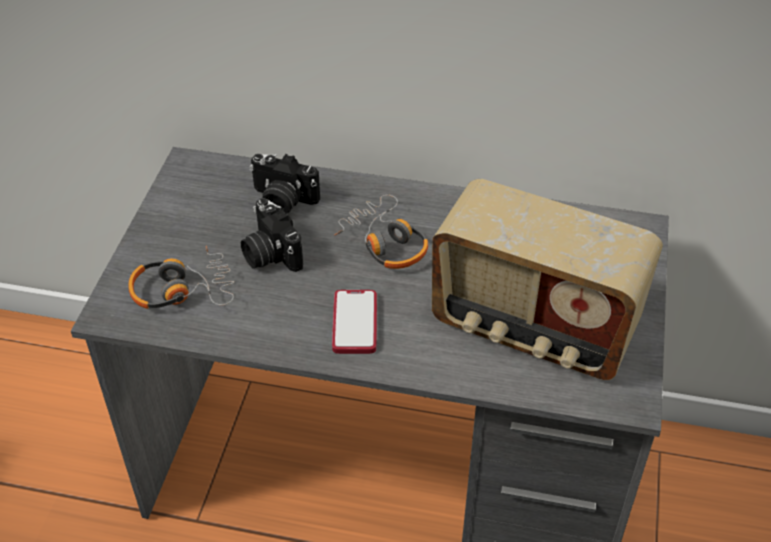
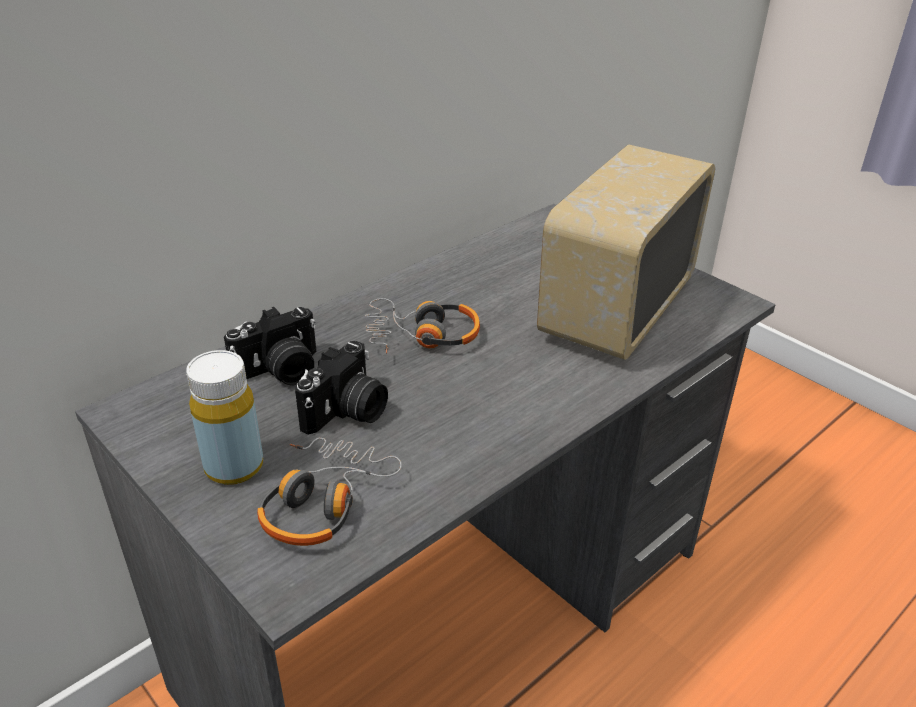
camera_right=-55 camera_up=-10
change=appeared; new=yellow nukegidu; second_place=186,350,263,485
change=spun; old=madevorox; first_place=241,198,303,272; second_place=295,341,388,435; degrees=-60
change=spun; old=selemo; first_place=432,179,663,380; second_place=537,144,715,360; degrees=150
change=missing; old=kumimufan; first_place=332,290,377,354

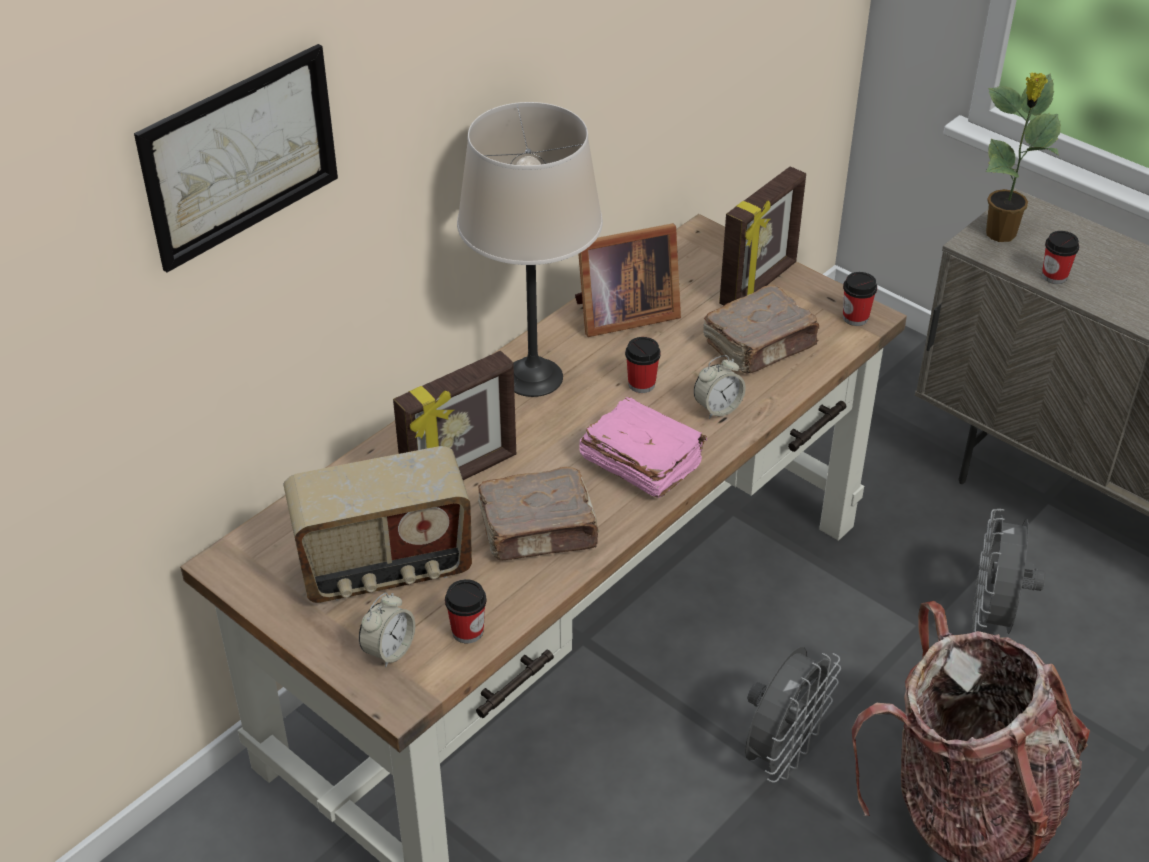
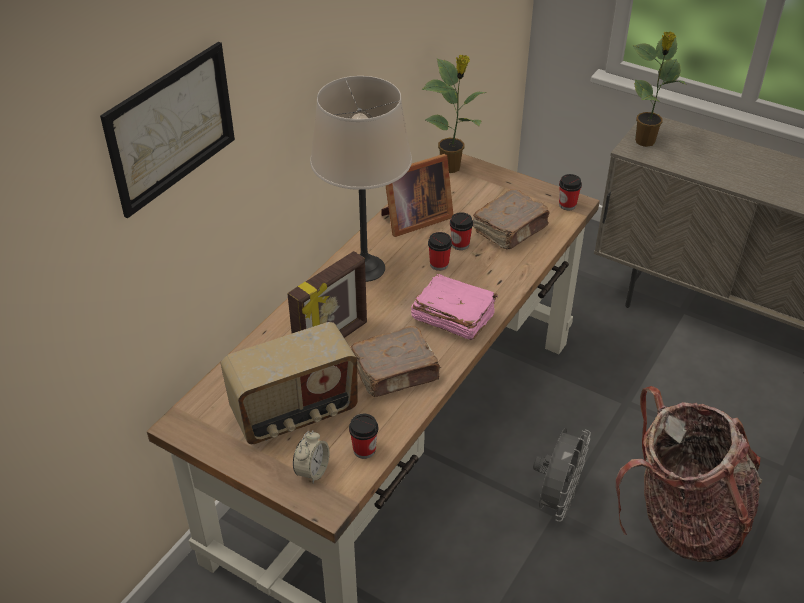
camera_right=-10 camera_up=0
change=appeared; new=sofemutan; second_place=421,54,487,173
change=relocated; old=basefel; first_place=1042,231,1079,284; second_place=450,212,473,250
change=missing; old=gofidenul; first_place=694,355,746,419
change=missing; old=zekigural; first_place=719,166,806,306
change=missing; old=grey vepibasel; first_place=972,509,1046,634

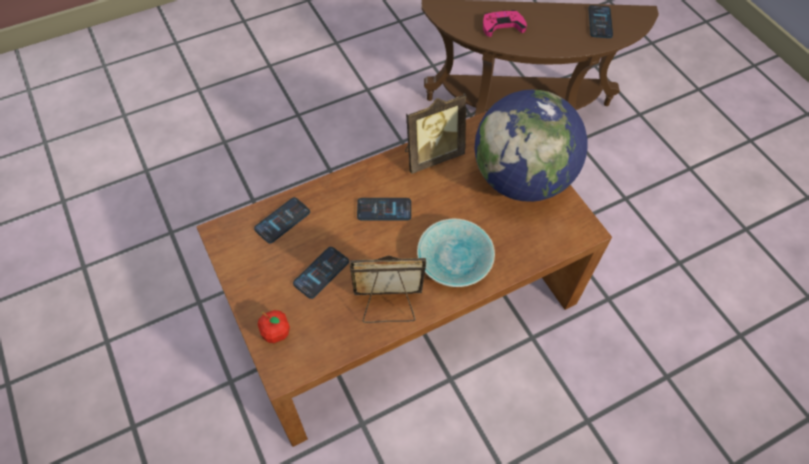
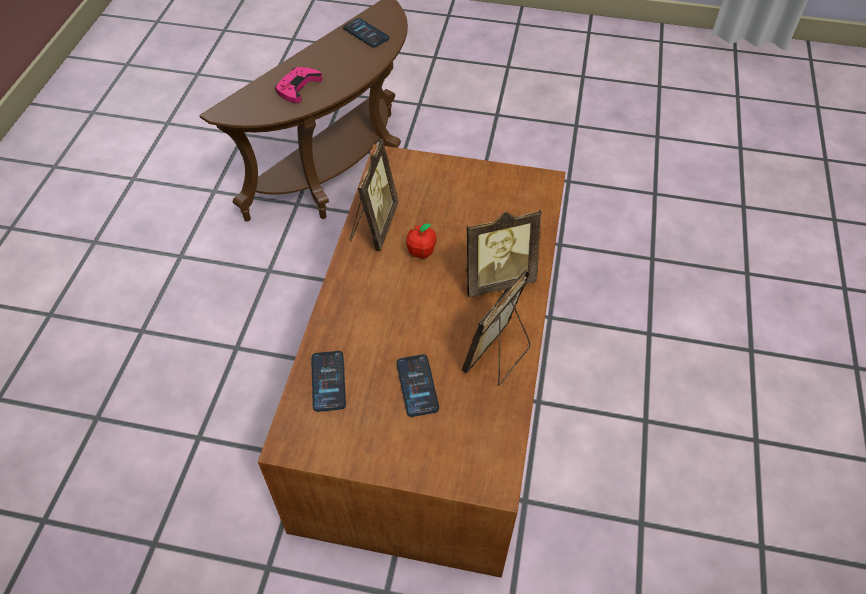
camera_right=-50 camera_up=-5
change=relocated; old=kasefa; first_place=257,310,290,343; second_place=406,223,437,259
change=exchanged; old=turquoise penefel; new=zekigural; first_place=417,219,495,287; second_place=466,209,542,298
change=missing; old=kumimufan; first_place=357,198,411,220
change=missing; old=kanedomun; first_place=475,89,588,202

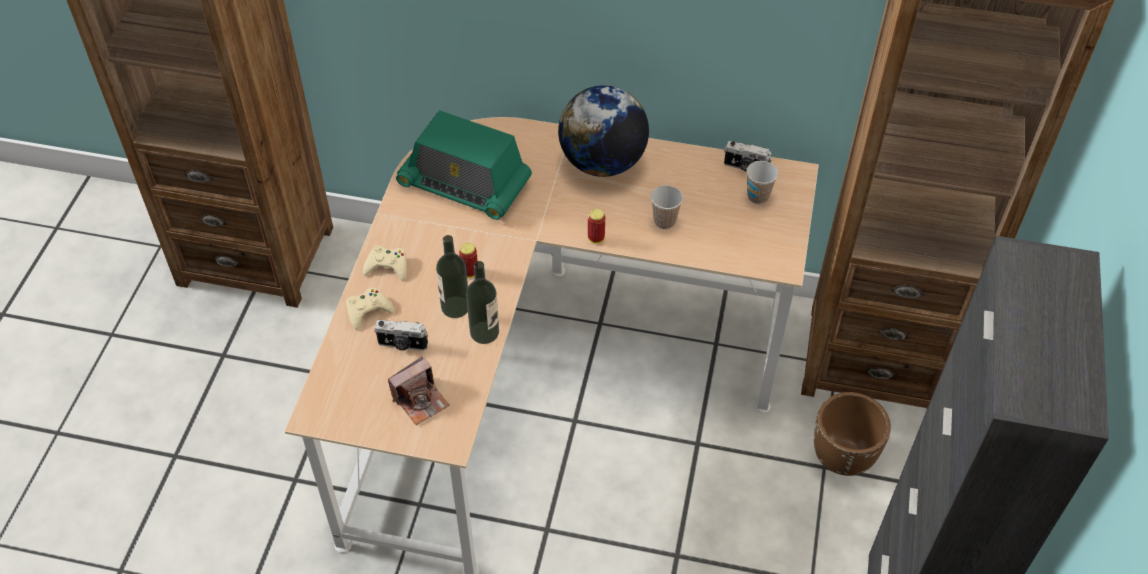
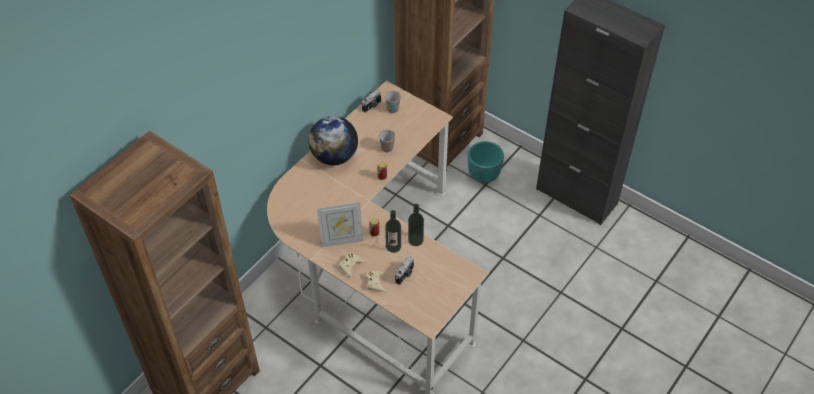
camera_right=-65 camera_up=0
change=appeared; new=zekigural; second_place=317,202,363,247
change=colour; old=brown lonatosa; new=turquoise lonatosa; first_place=814,392,891,476; second_place=468,141,504,183
change=missing; old=madevorox; first_place=388,356,449,425
change=missing; old=selemo; first_place=396,110,532,220

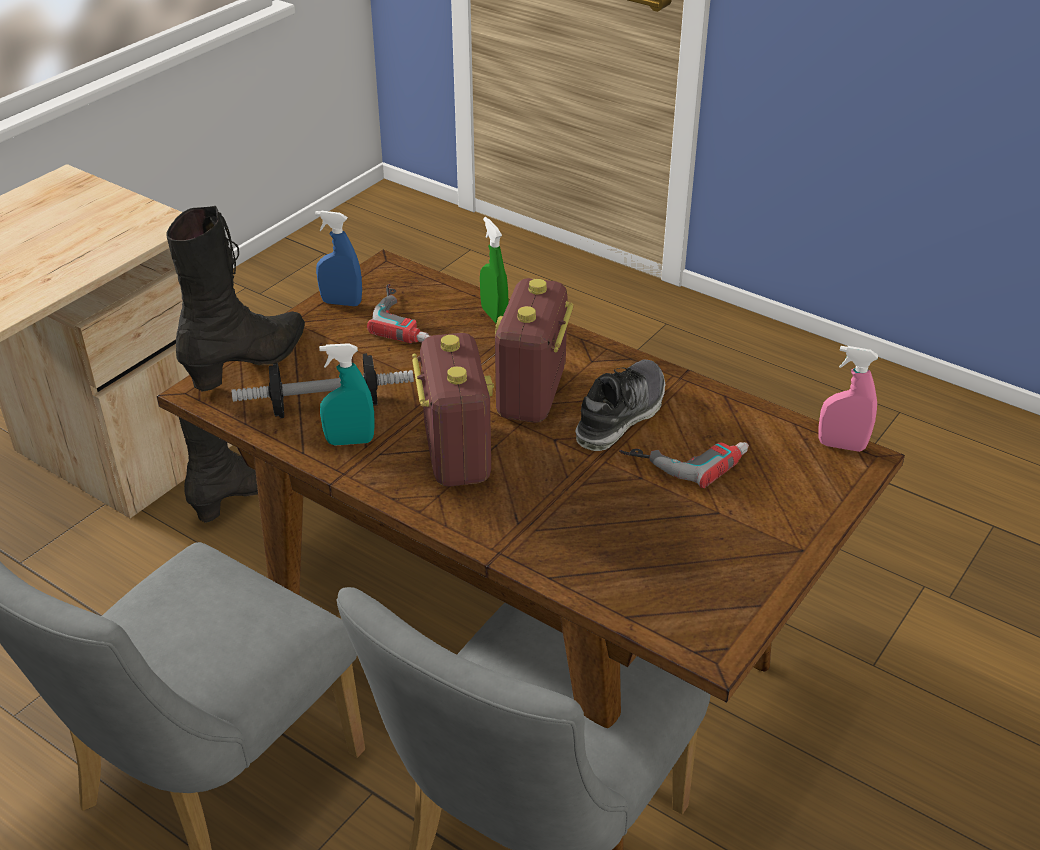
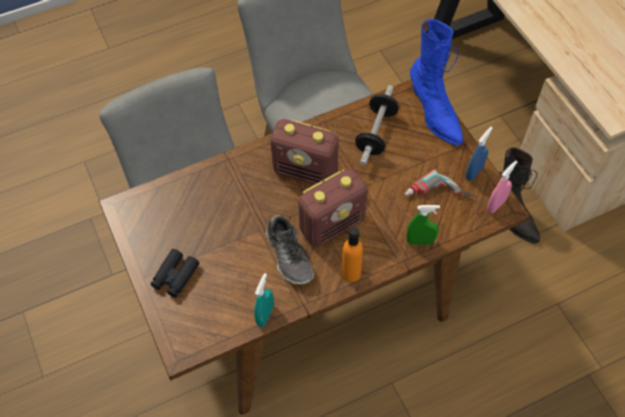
camera_right=120 camera_up=20
change=appeared; new=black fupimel; second_place=150,249,199,298
change=relocated; old=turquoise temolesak; first_place=319,343,375,446; second_place=254,273,274,327
change=spun; old=selemo; first_place=495,278,573,423; second_place=298,169,368,247; degrees=105
change=appeared; new=orange nukegidu; second_place=342,227,363,282
change=colour; old=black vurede; new=blue vurede; first_place=166,206,305,391; second_place=410,19,463,146
change=relocated; old=pink temolesak; first_place=818,346,878,452; second_place=487,161,517,213
change=missing; old=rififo; first_place=619,442,749,488

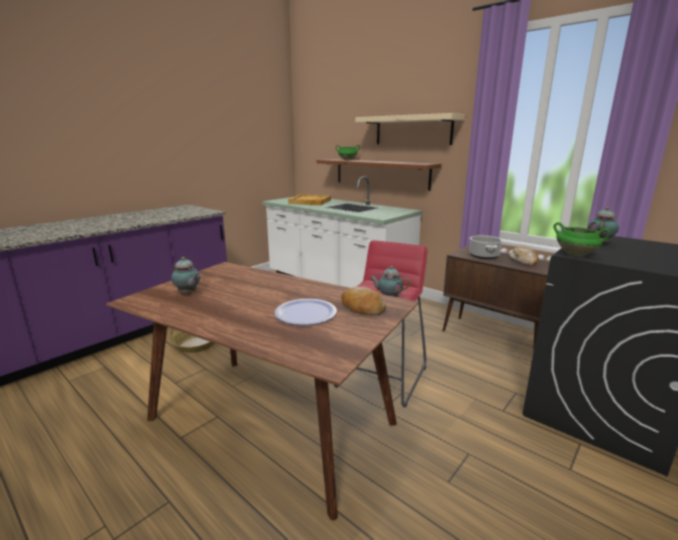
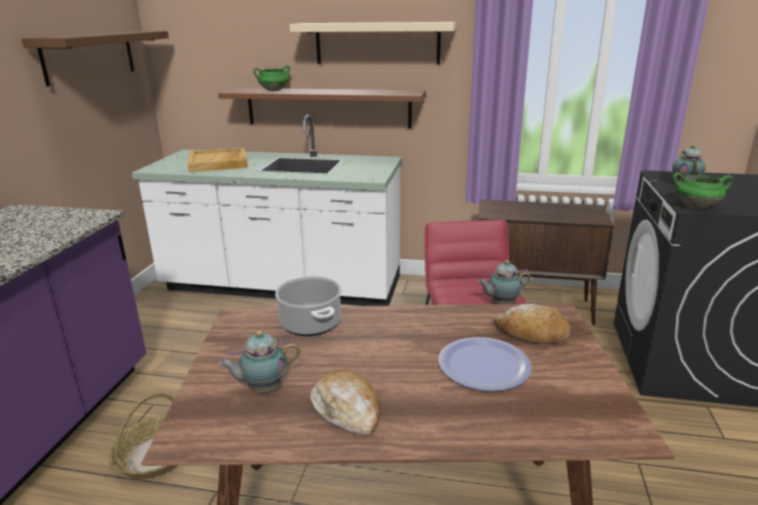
camera_right=-30 camera_up=5
change=appeared; new=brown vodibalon; second_place=22,31,169,87
change=spun; old=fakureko; first_place=171,257,200,294; second_place=219,331,300,392; degrees=150
change=relocated; old=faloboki; first_place=469,235,503,259; second_place=275,276,342,336
change=relocated; old=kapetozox; first_place=509,247,539,266; second_place=310,369,381,436

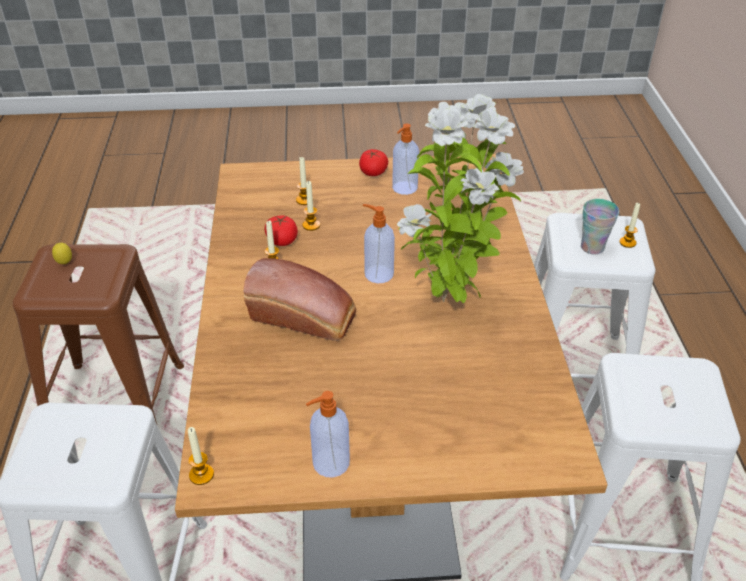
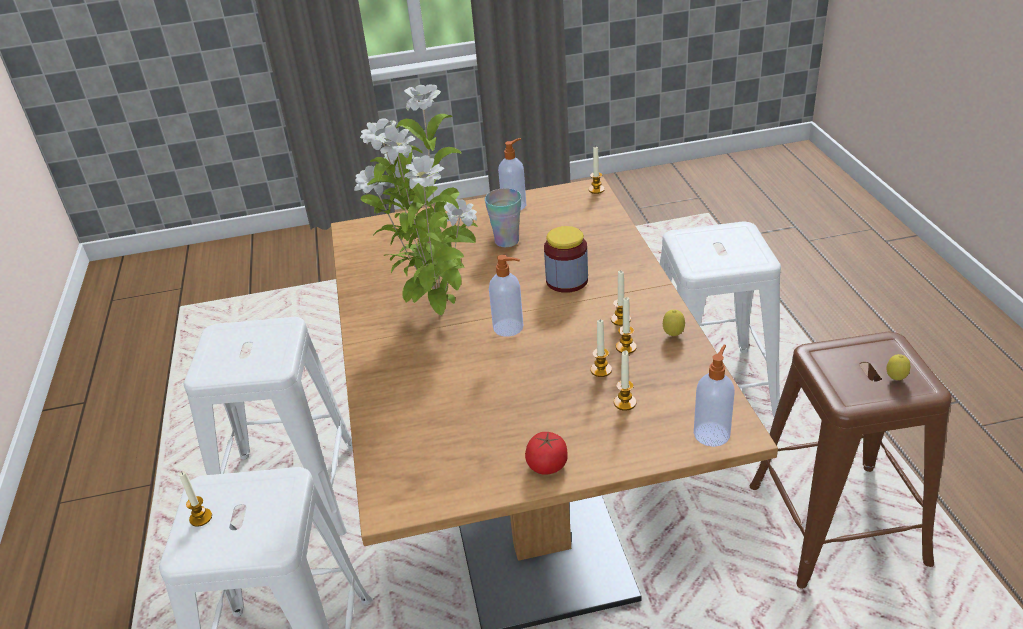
camera_right=175 camera_up=-5
change=relocated; old=basefel; first_place=581,199,619,254; second_place=485,188,521,247
change=exchanged; old=kapetozox; new=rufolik; first_place=243,258,356,341; second_place=544,226,588,293
change=exchanged; old=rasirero; new=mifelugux; first_place=265,215,298,246; second_place=616,297,637,354
change=appeared; new=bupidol; second_place=663,309,685,336
change=relocated; old=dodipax; first_place=392,124,419,195; second_place=694,345,735,447

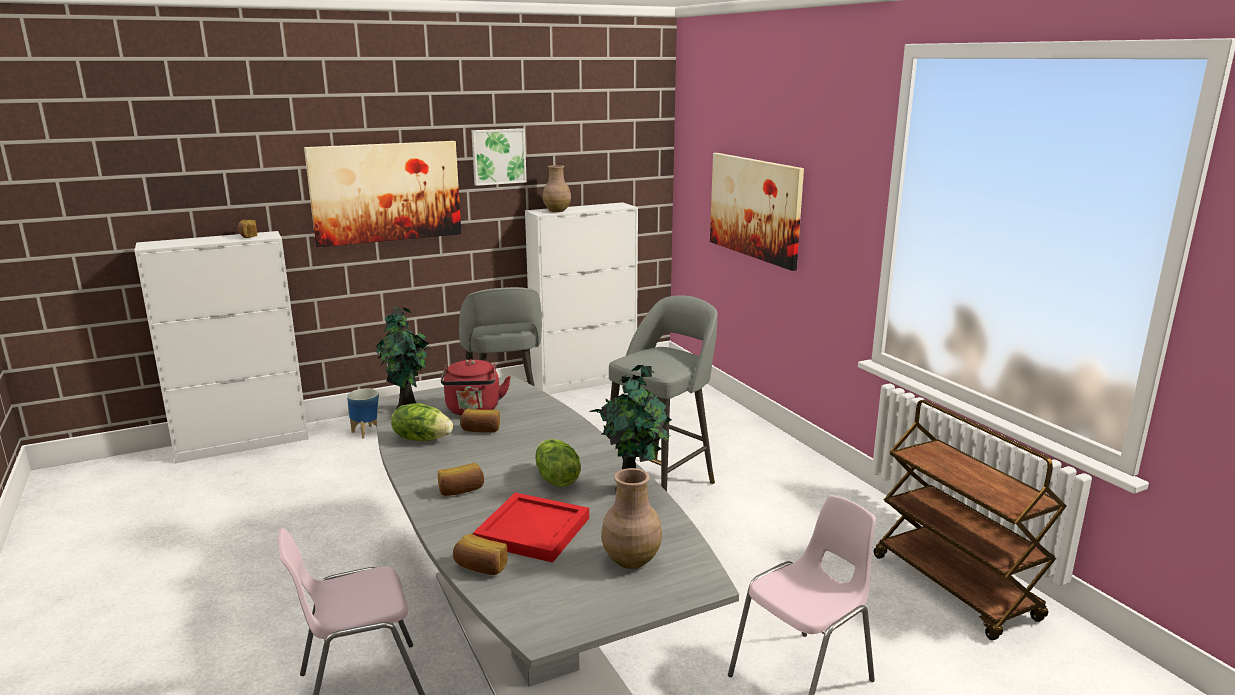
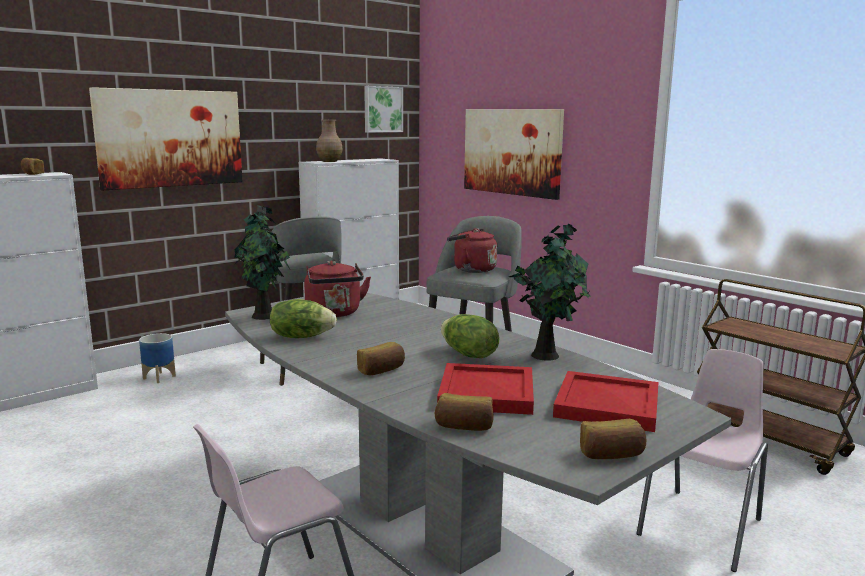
camera_right=-15 camera_up=-5
change=relocated; old=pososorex; first_place=471,128,527,186; second_place=364,86,403,133
change=appeared; new=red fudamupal; second_place=447,229,497,273
change=exchanged; old=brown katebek; new=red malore; first_place=601,468,662,569; second_place=553,371,659,432
change=relocated; old=kapetozox; first_place=460,409,500,433; second_place=580,419,646,459

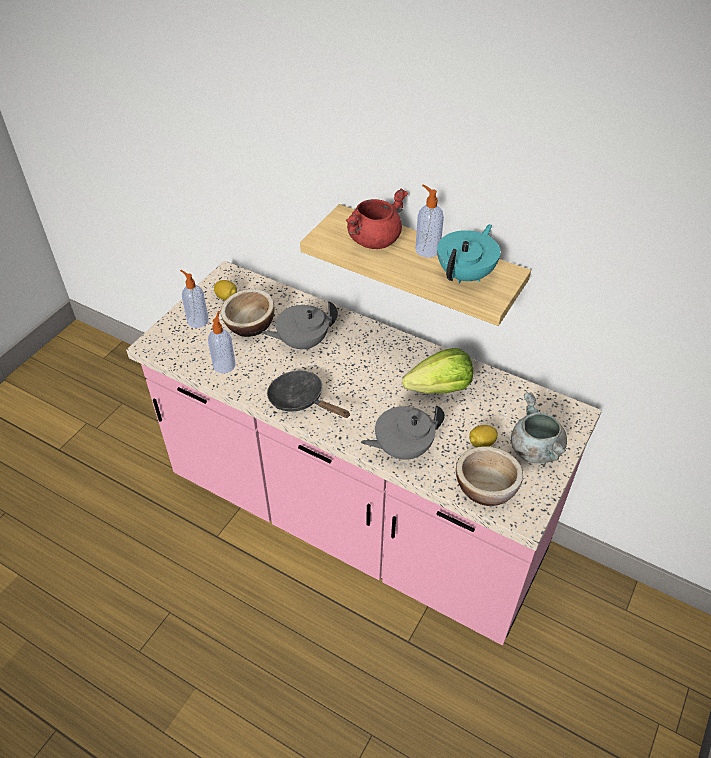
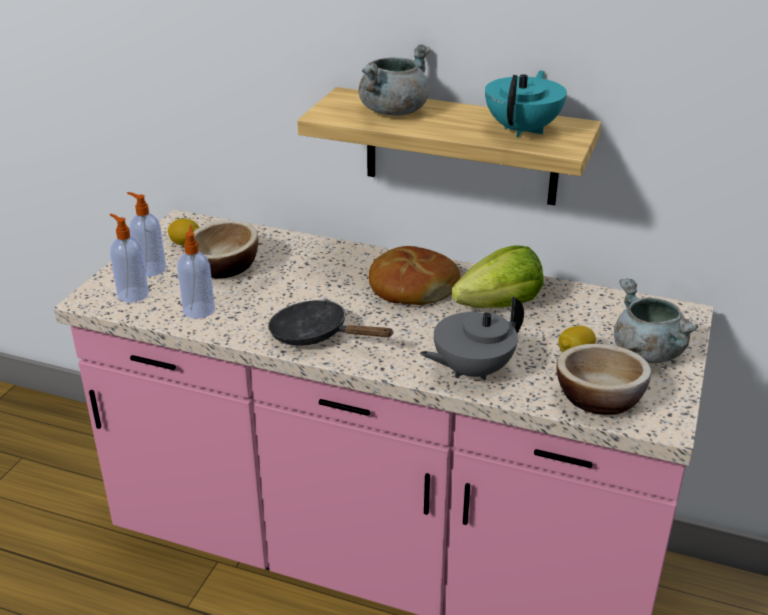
camera_right=-10 camera_up=-15
change=relocated; old=dodipax; first_place=415,184,444,257; second_place=110,214,149,303
change=colour; old=red faloboki; new=grey faloboki; first_place=346,188,408,249; second_place=358,44,431,116
change=appeared; new=kapetozox; second_place=369,246,461,305
change=missing; old=grey fakureko; first_place=262,301,338,351

